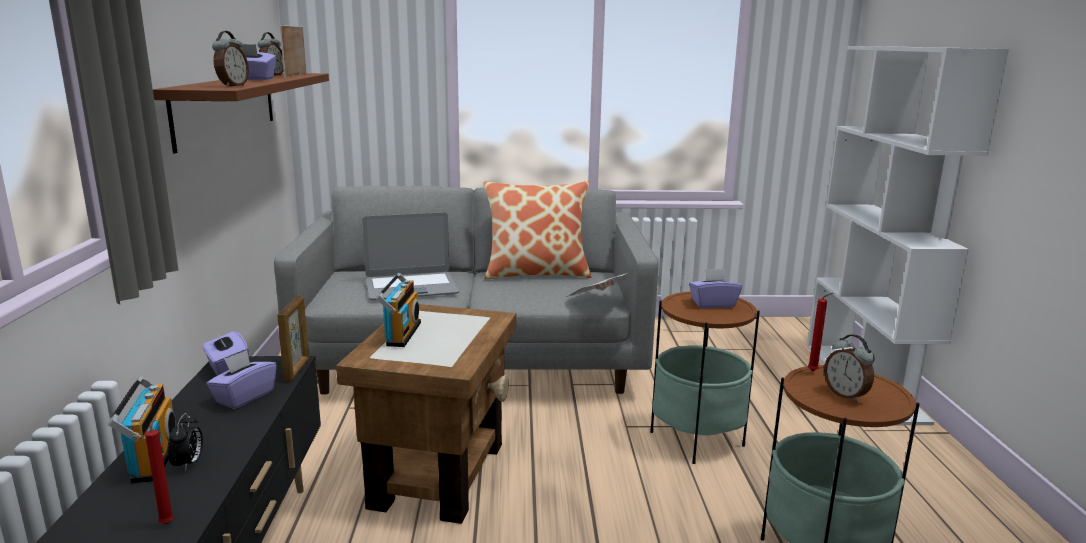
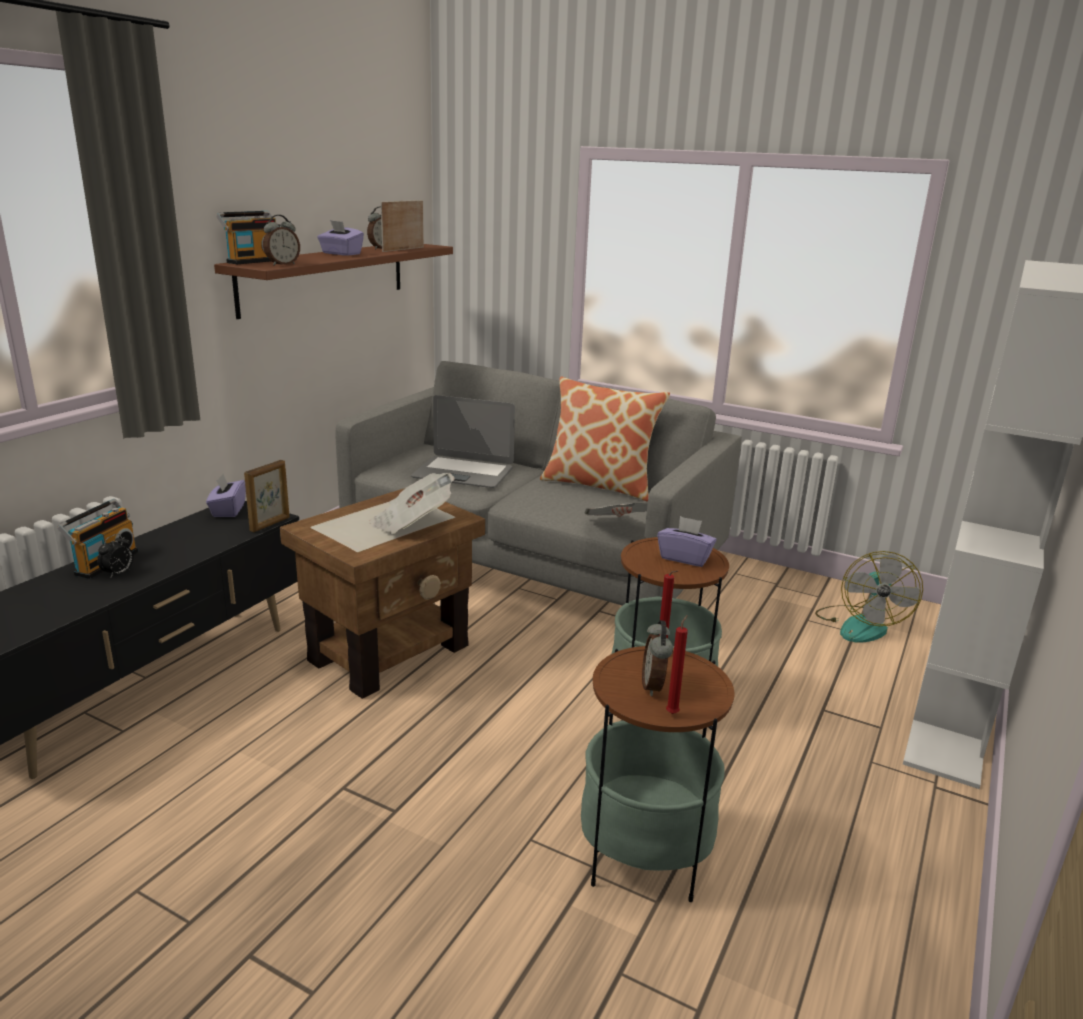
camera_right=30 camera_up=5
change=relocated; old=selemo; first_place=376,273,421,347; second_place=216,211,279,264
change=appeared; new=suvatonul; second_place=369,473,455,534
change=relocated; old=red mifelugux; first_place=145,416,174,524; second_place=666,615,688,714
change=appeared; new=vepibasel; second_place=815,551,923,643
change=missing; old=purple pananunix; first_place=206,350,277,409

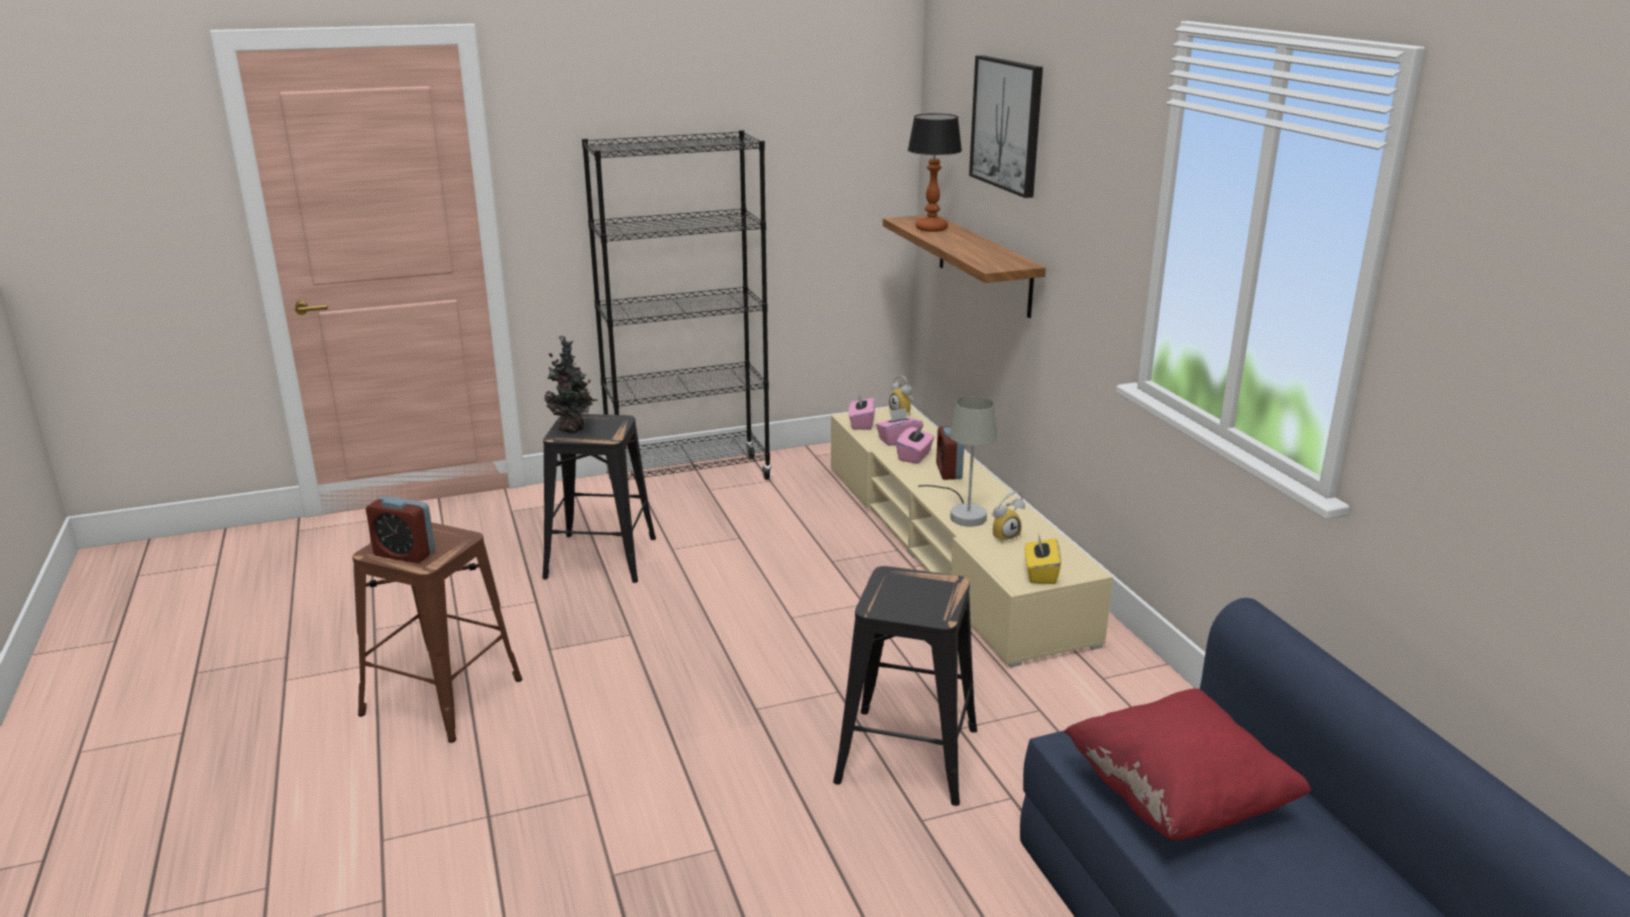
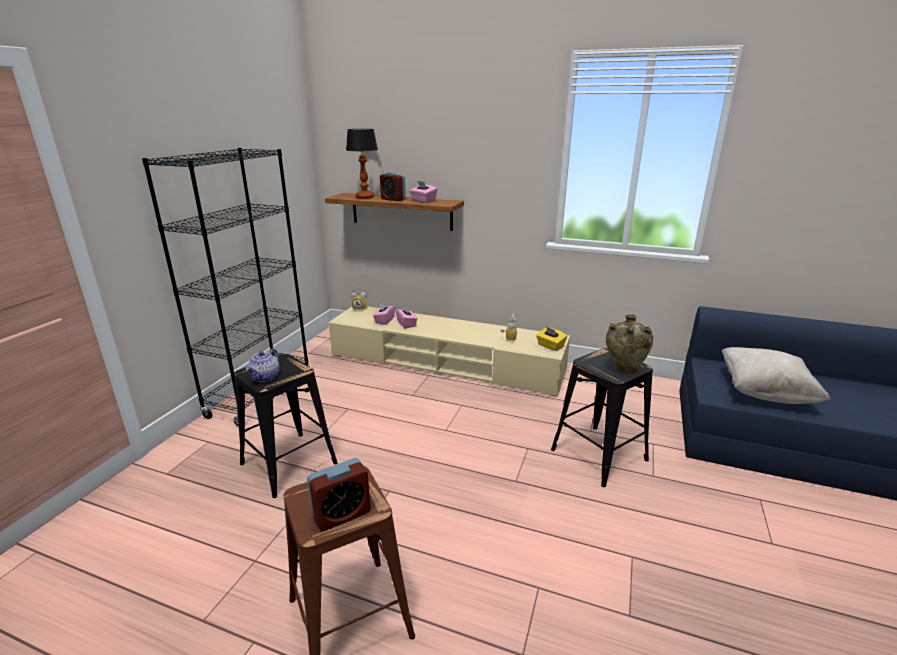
camera_right=-50 camera_up=0
change=exchanged; old=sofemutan; new=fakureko; first_place=544,335,597,433; second_place=246,348,279,382
change=relocated; old=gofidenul; first_place=936,426,964,480; second_place=380,172,406,201
change=relocated; old=pink pananunix; first_place=849,393,875,430; second_place=409,181,437,203
change=appeared; new=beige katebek; second_place=606,315,653,374
change=colour; old=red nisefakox; new=beige nisefakox; first_place=1063,688,1311,840; second_place=722,347,831,404
change=missing; old=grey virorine; first_place=918,396,997,526
change=missing; old=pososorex; first_place=969,55,1043,198

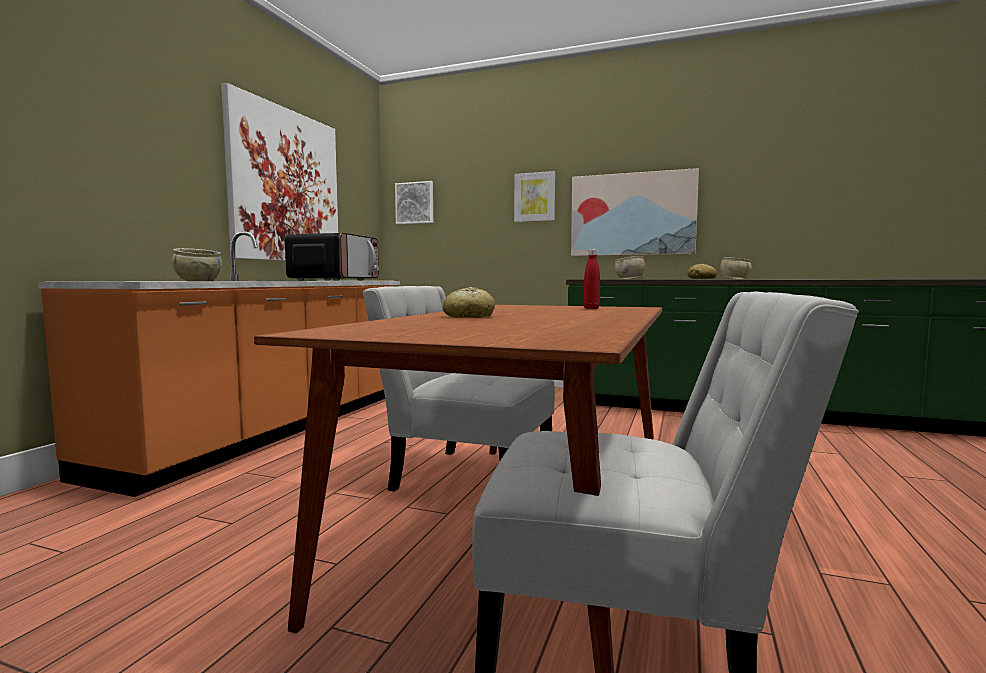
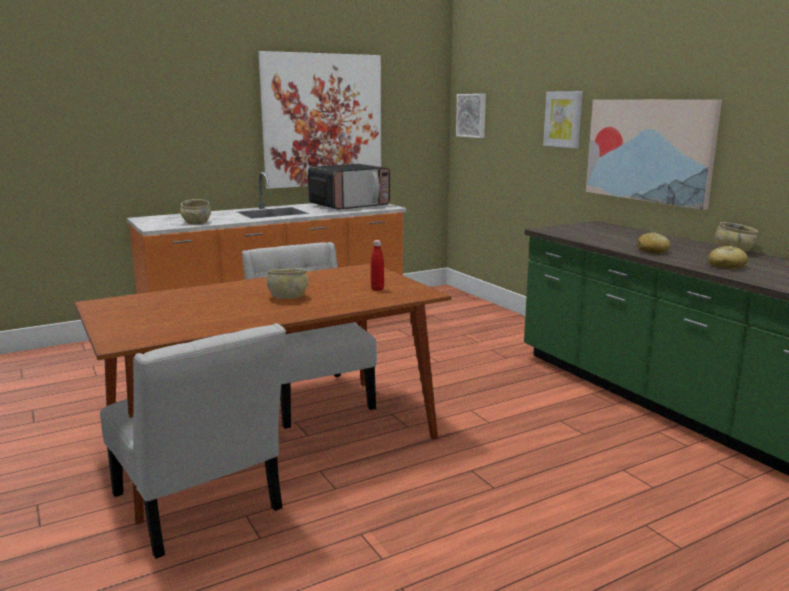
camera_right=40 camera_up=10
change=relocated; old=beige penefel; first_place=614,256,645,279; second_place=267,269,309,299
change=relocated; old=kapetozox; first_place=443,287,495,318; second_place=708,246,748,269

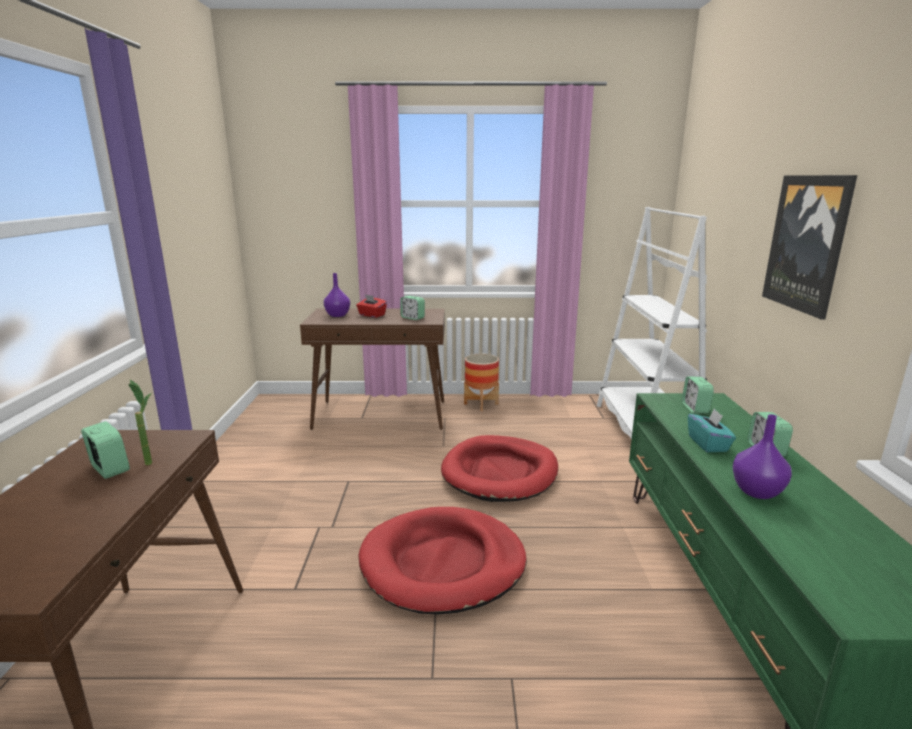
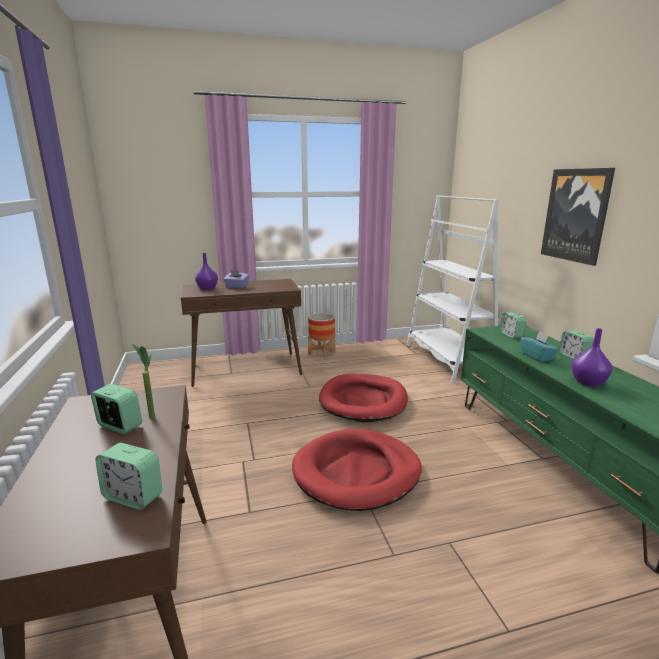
camera_right=-15 camera_up=0
change=relocated; old=gofidenul; first_place=400,296,425,320; second_place=96,443,162,510
change=colour; old=red pananunix; new=purple pananunix; first_place=356,295,387,318; second_place=223,270,249,288

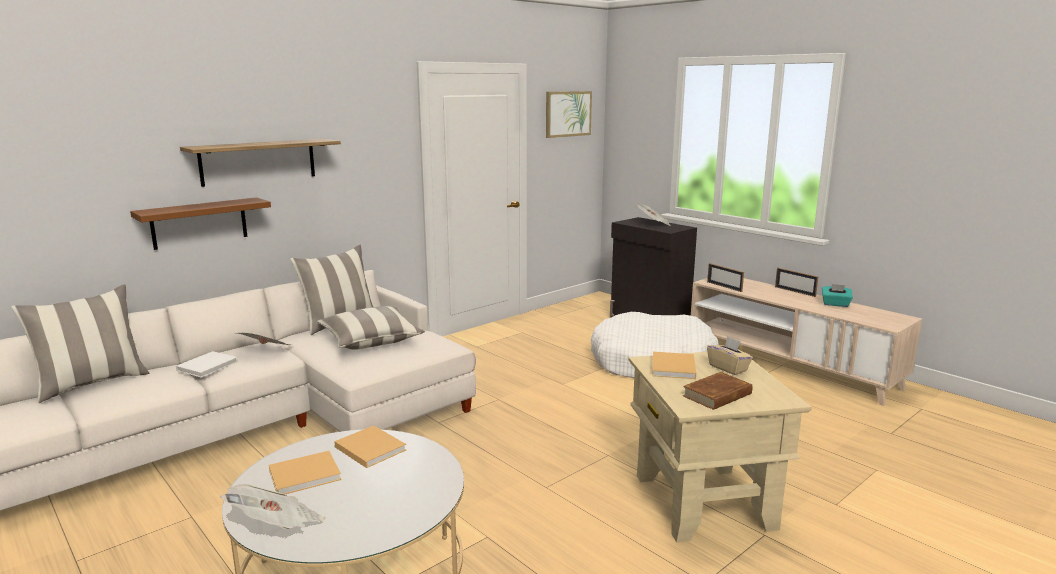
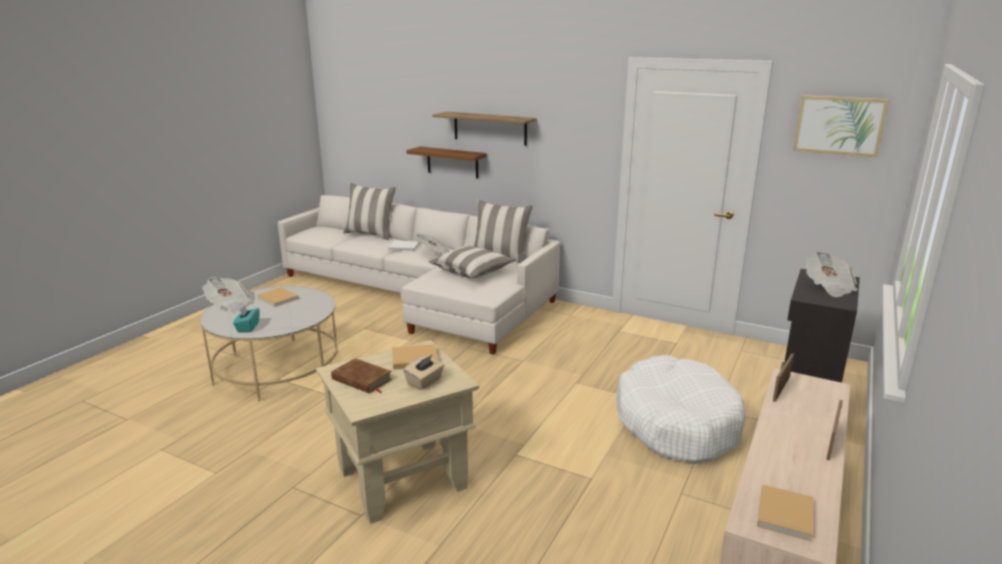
camera_right=70 camera_up=5
change=relocated; old=turquoise pananunix; first_place=822,284,853,307; second_place=233,305,259,332
change=relocated; old=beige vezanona; first_place=334,425,406,468; second_place=757,485,813,541

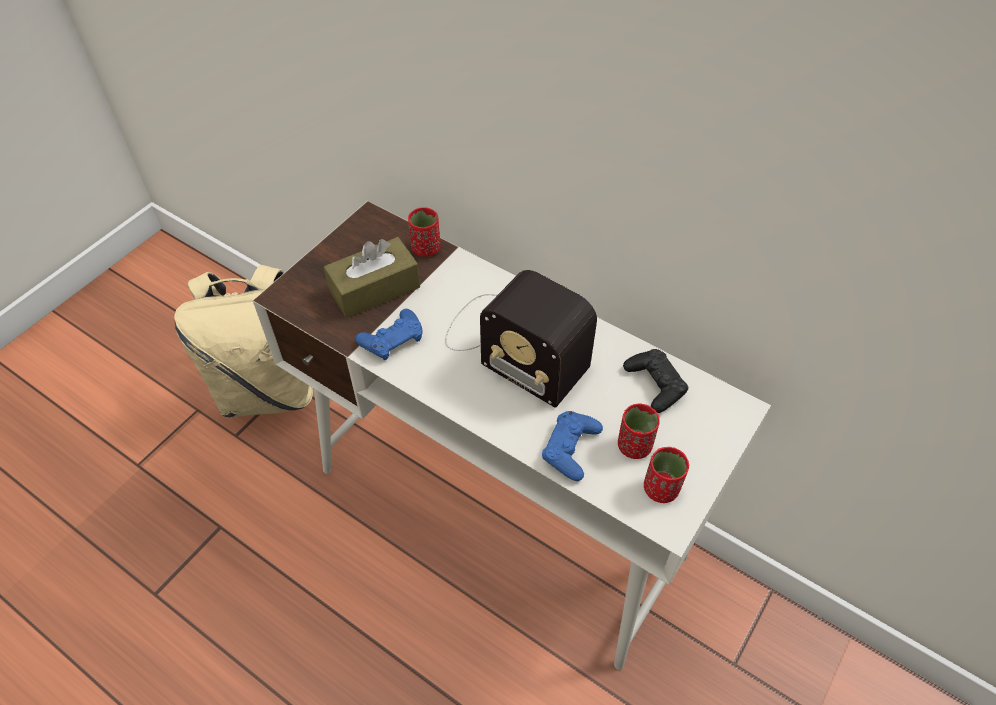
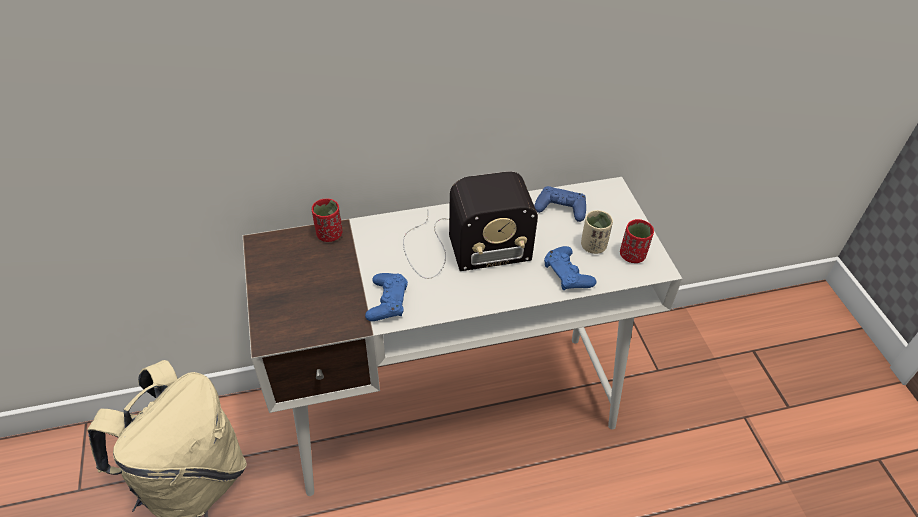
camera_right=-50 camera_up=-5
change=colour; old=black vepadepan; new=blue vepadepan; first_place=623,349,689,413; second_place=534,186,586,222
change=colour; old=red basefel; new=beige basefel; first_place=618,404,660,459; second_place=581,210,613,254
change=missing; old=brown pananunix; first_place=324,237,420,318

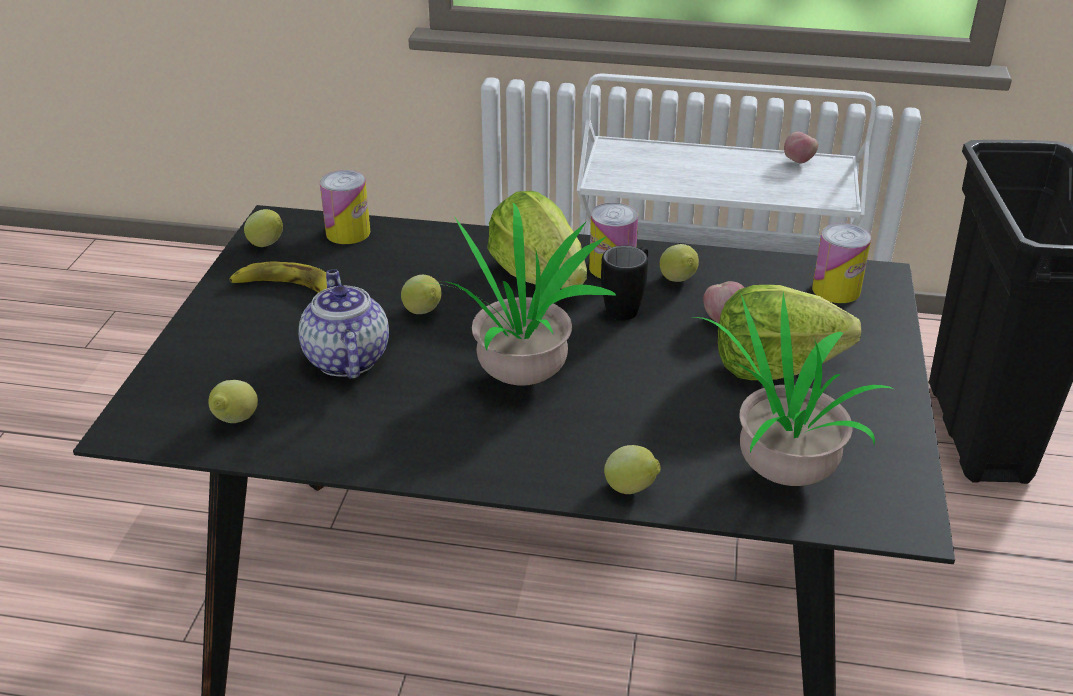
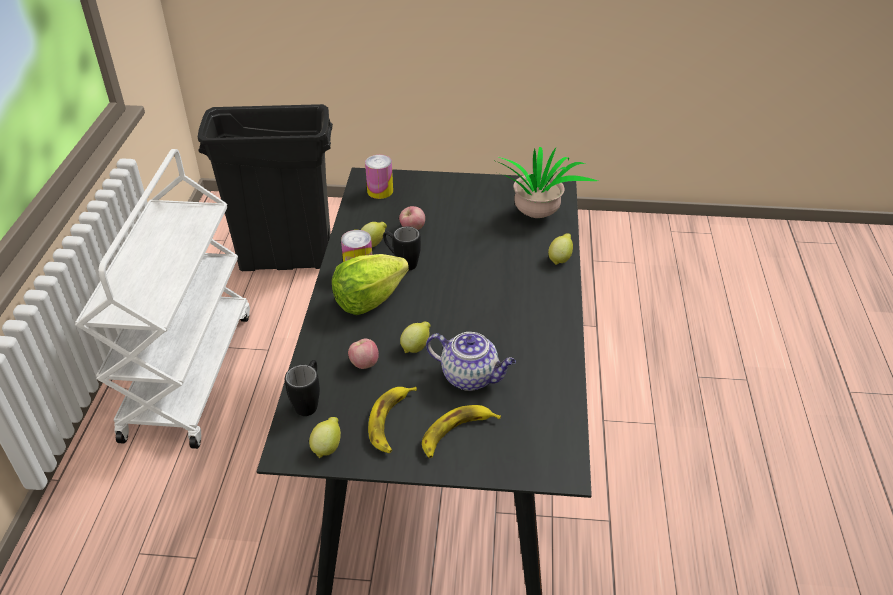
camera_right=-95 camera_up=5
change=exchanged; old=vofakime; new=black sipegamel; first_place=320,170,370,244; second_place=285,360,320,416
change=relocated; old=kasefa; first_place=784,132,818,163; second_place=348,338,379,369
change=appeared; new=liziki; second_place=422,405,501,458
change=spun; old=fakureko; first_place=299,270,389,379; second_place=426,332,516,391; degrees=-135
change=missing; old=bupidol; first_place=208,380,258,423
change=missing; old=sofemutan; first_place=405,203,616,386
change=missing; old=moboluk; first_place=718,285,861,380

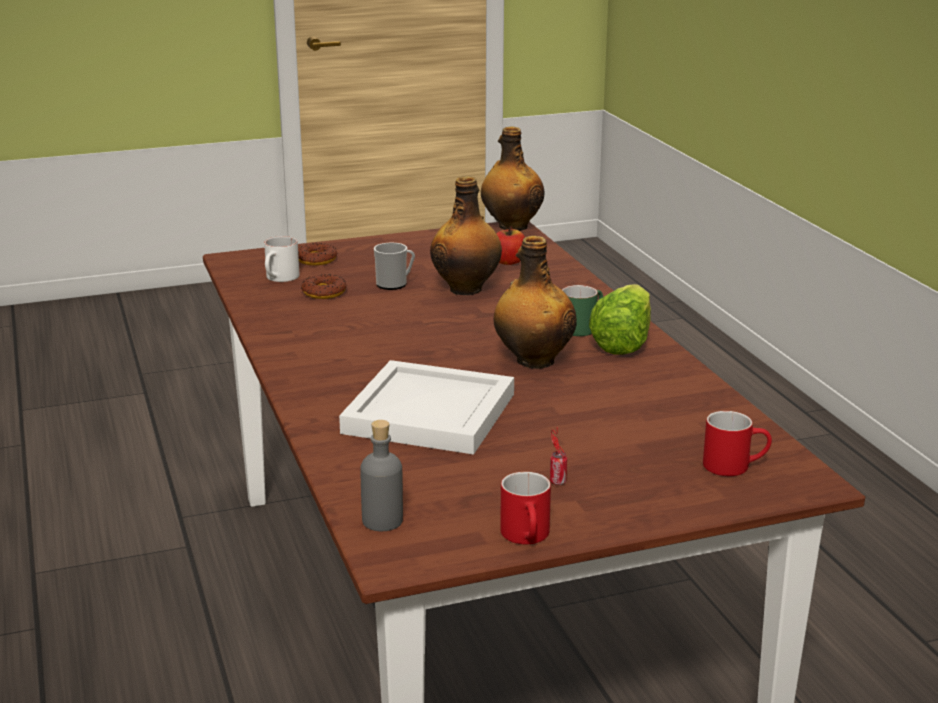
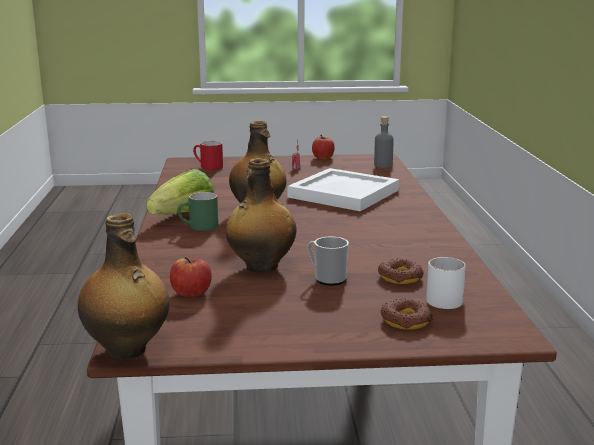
camera_right=-165 camera_up=-5
change=exchanged; old=red sipegamel; new=kasefa; first_place=500,472,551,544; second_place=312,135,335,159

